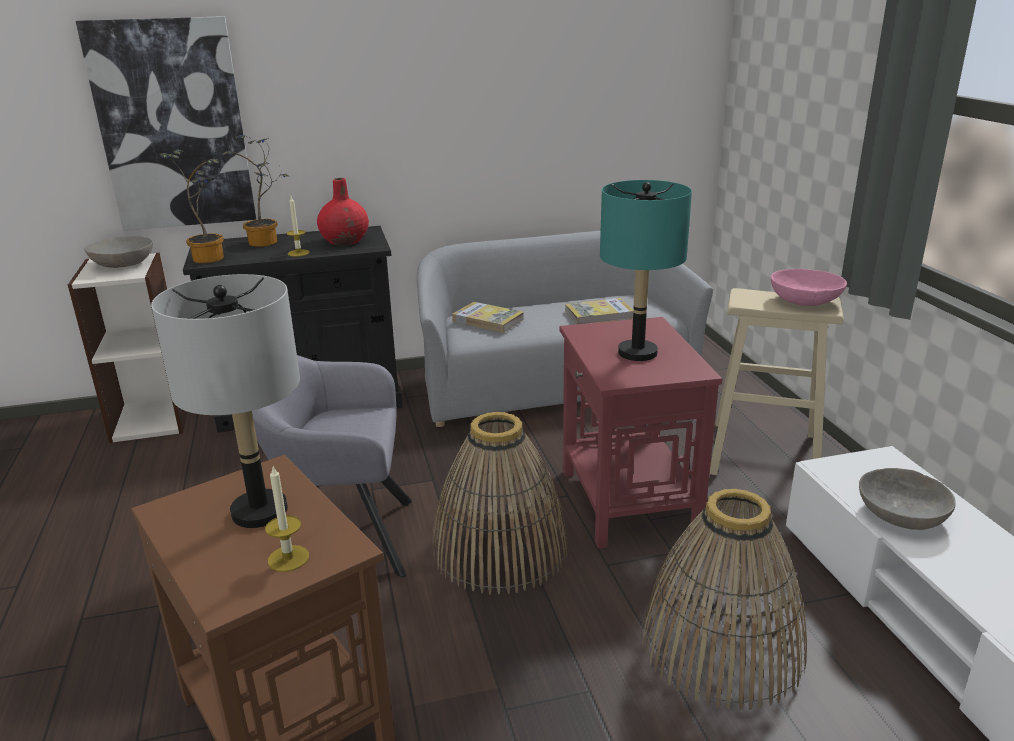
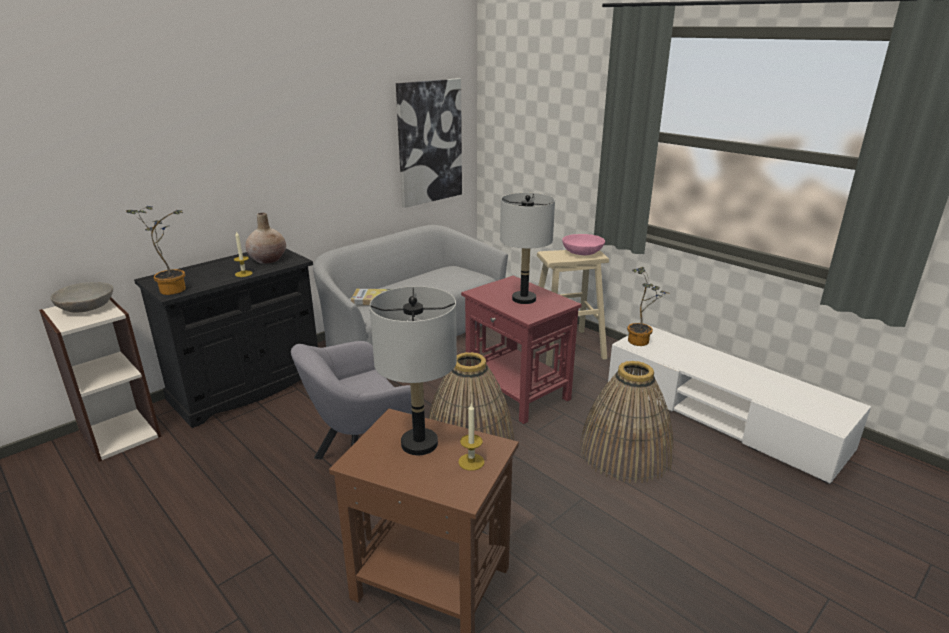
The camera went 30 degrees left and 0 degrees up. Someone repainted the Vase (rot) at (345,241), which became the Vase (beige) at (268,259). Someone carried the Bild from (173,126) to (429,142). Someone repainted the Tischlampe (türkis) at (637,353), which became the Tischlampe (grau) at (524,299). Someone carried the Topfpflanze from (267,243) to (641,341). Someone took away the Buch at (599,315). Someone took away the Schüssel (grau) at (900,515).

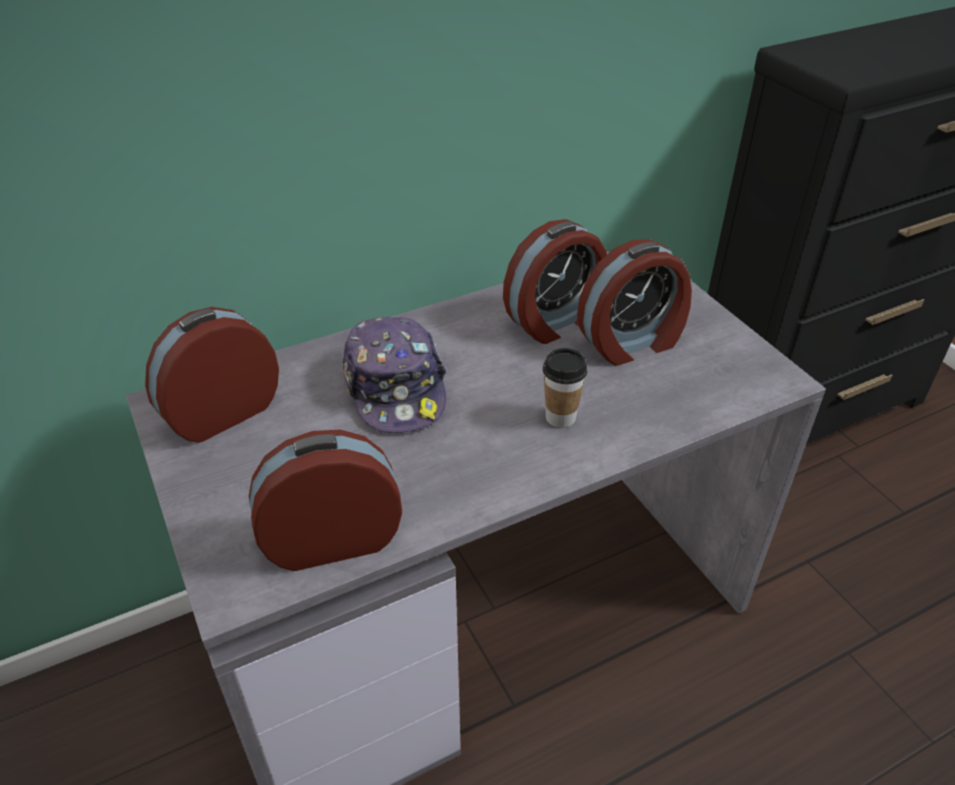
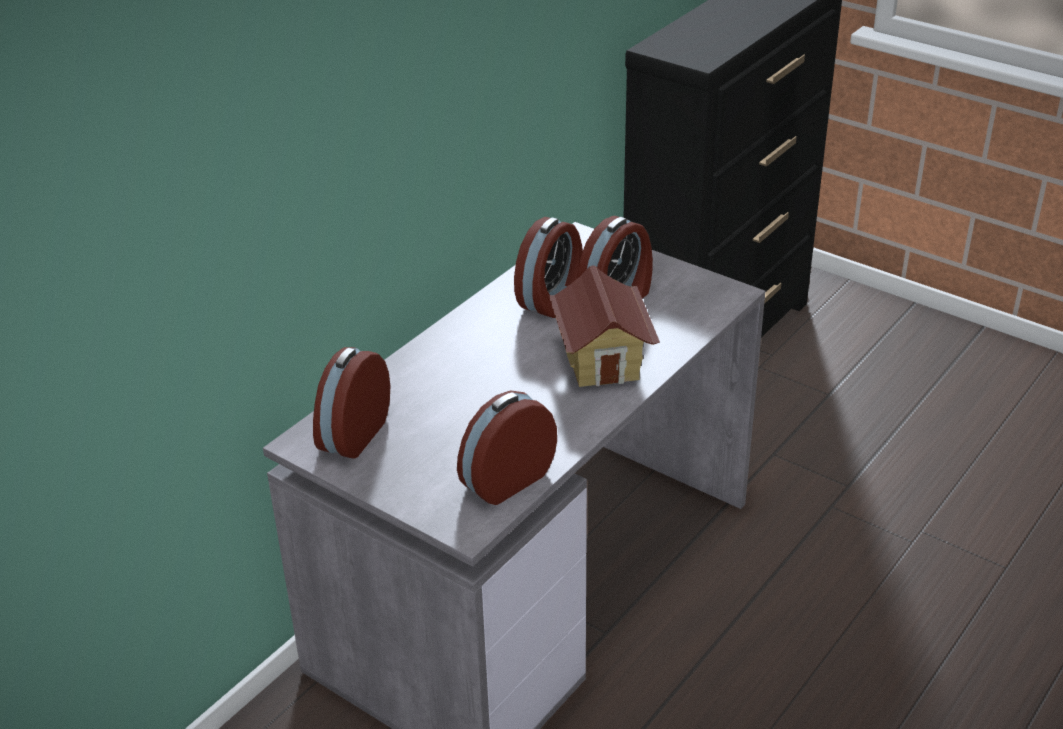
The camera went 25 degrees left and 5 degrees down. Someone swapped the Tasse at (560,417) for the Spielzeughaus at (602,362). Someone took away the Kappe at (396,388).

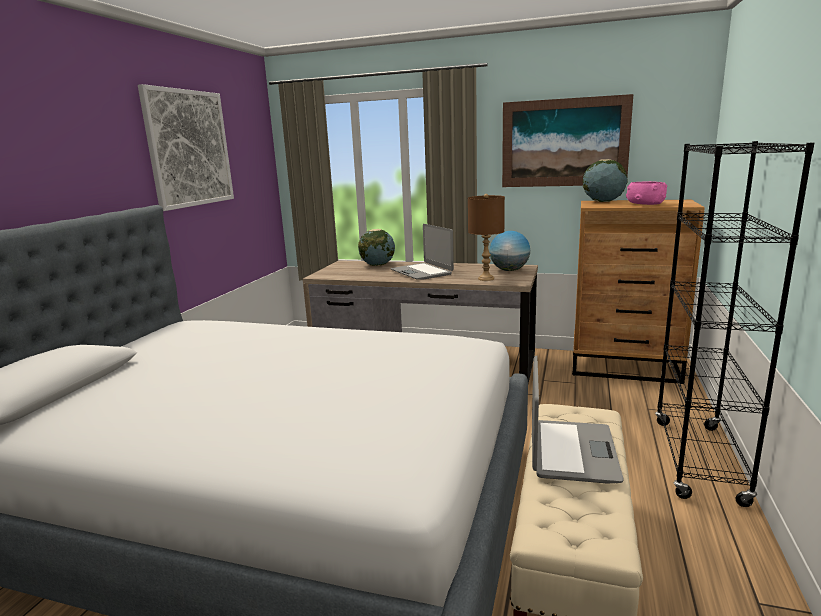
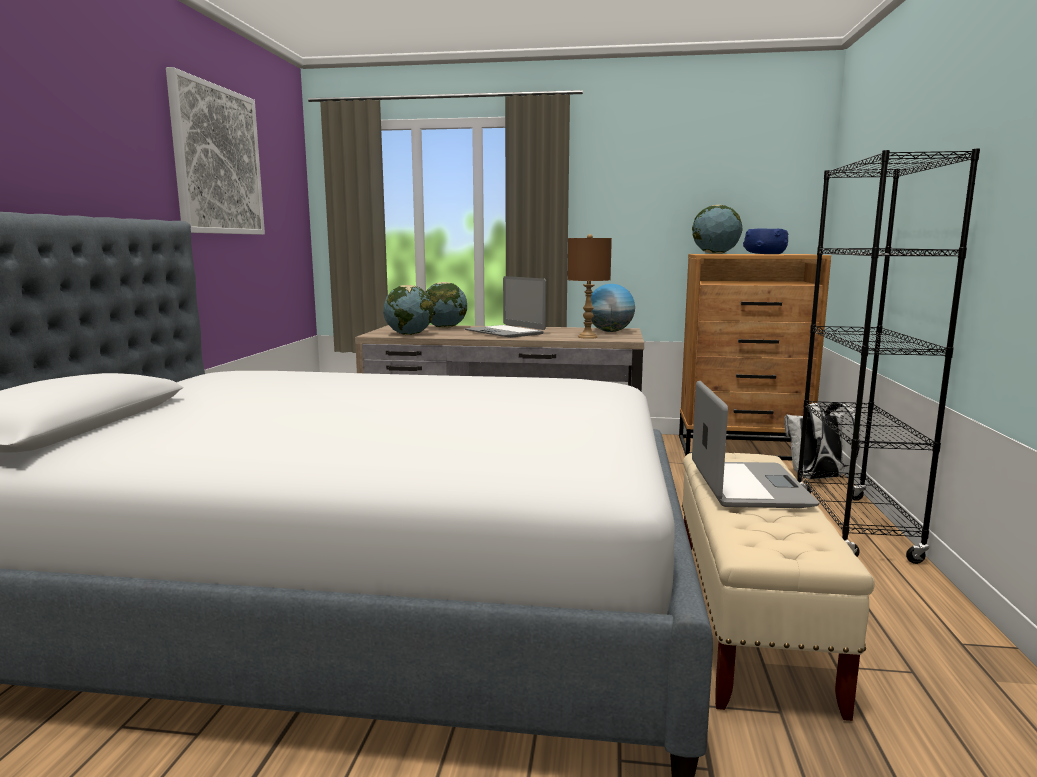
The camera went 10 degrees left and 5 degrees down. Someone put down the Globus at (409,334). Someone repainted the Schüssel (rosa) at (644,204), which became the Schüssel (blau) at (764,254). Someone put down the Rucksack (weiß) at (816,478). Someone took away the Bild at (564,143).

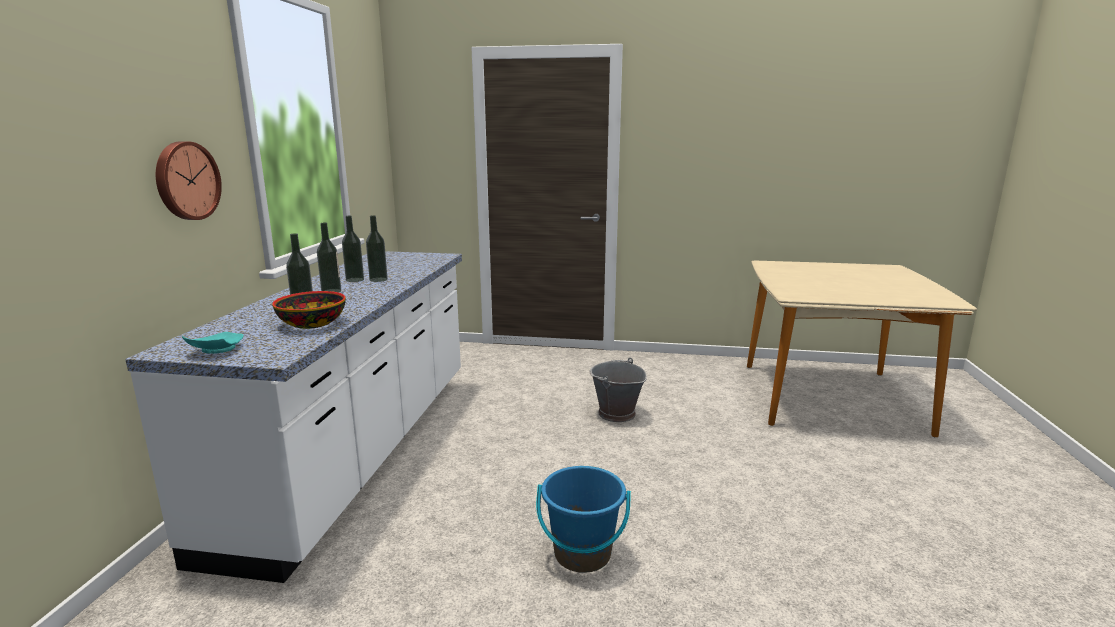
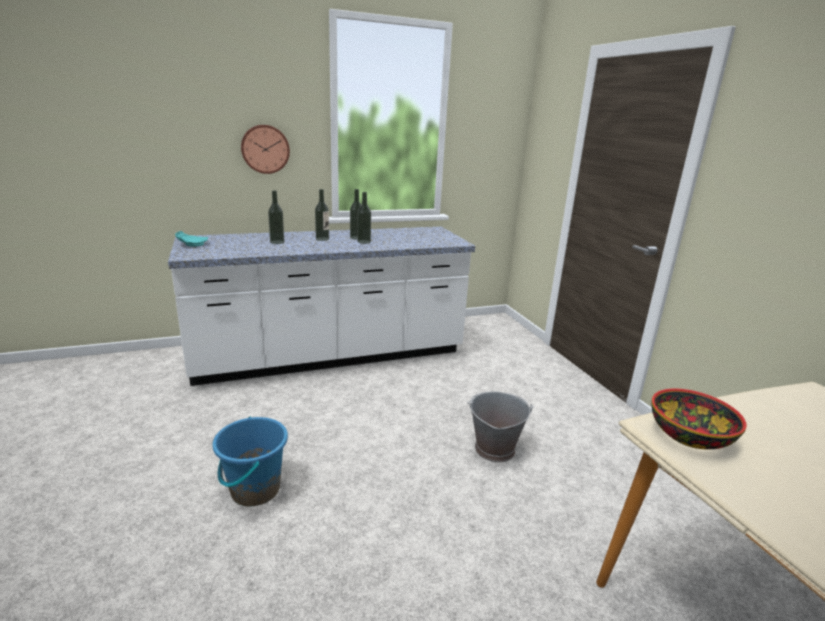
The camera went 60 degrees right and 5 degrees up. Someone carried the Schüssel from (313,323) to (690,436).

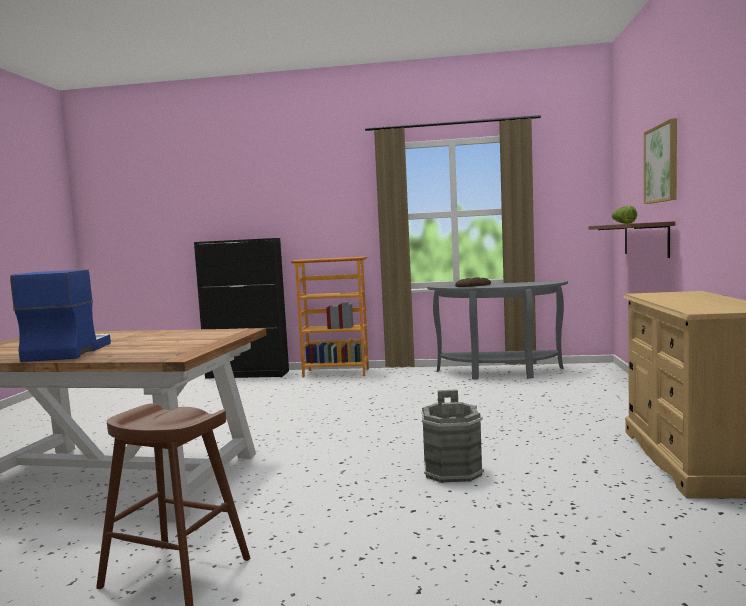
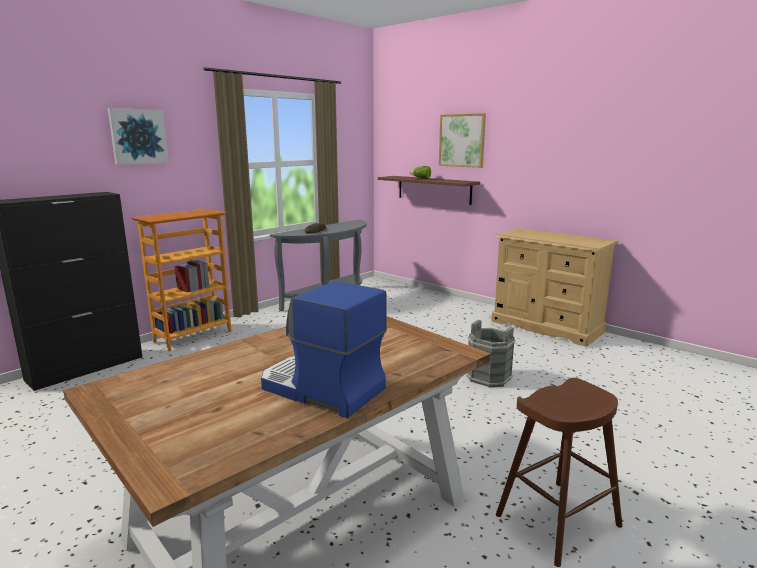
The camera went 55 degrees left and 10 degrees up. Someone put up the Bild at (138,136).

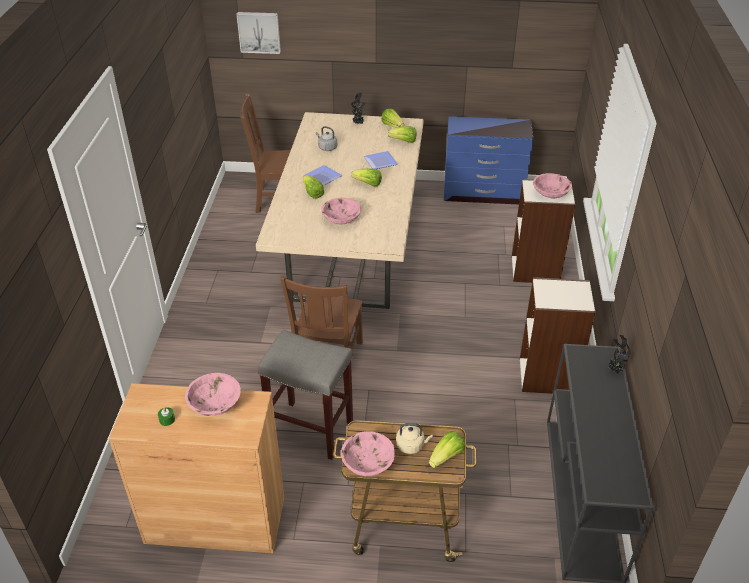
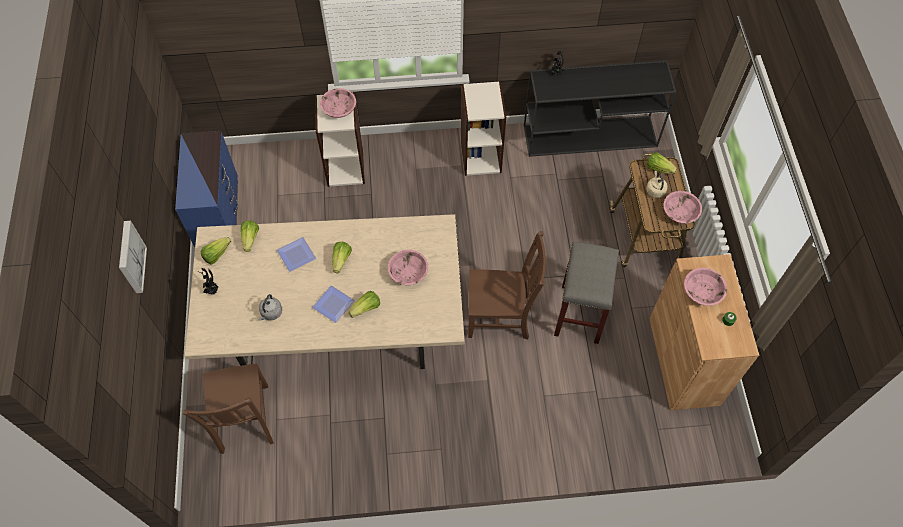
The camera went 100 degrees left and 20 degrees up. Someone carried the Bild from (259,32) to (130,257).

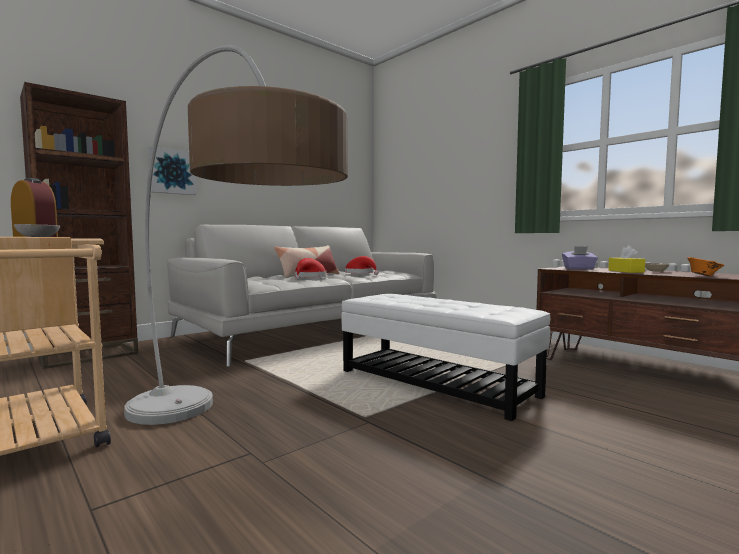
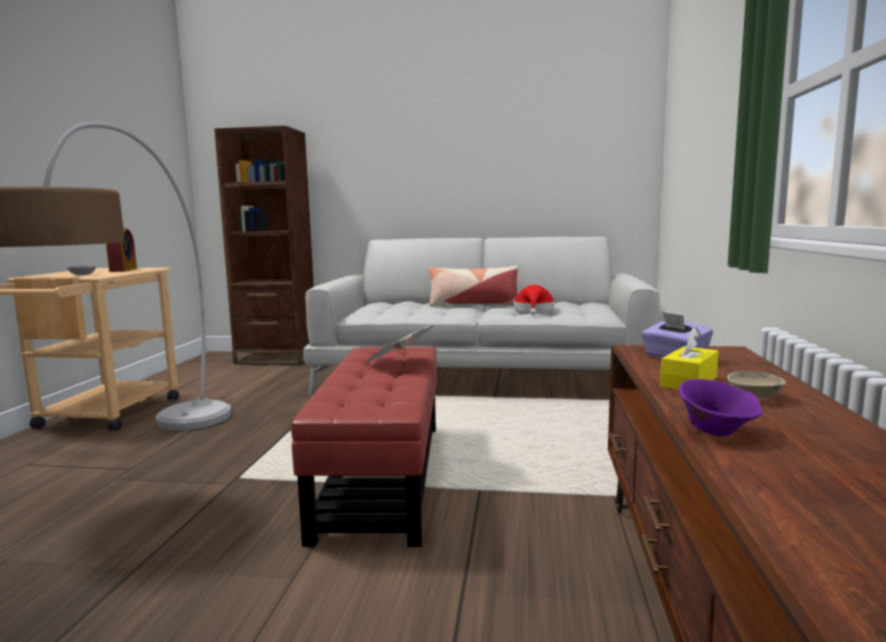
The camera went 50 degrees right and 5 degrees up. Someone repainted the Polsterhocker (weiß) at (435,383), which became the Polsterhocker (rot) at (381,476). Someone put down the Zeitung at (399,363). Someone repainted the Schüssel (orange) at (703,276), which became the Schüssel (lila) at (716,431). Someone took away the Bild at (172,171). Someone took away the Hut (rot) at (309,277).

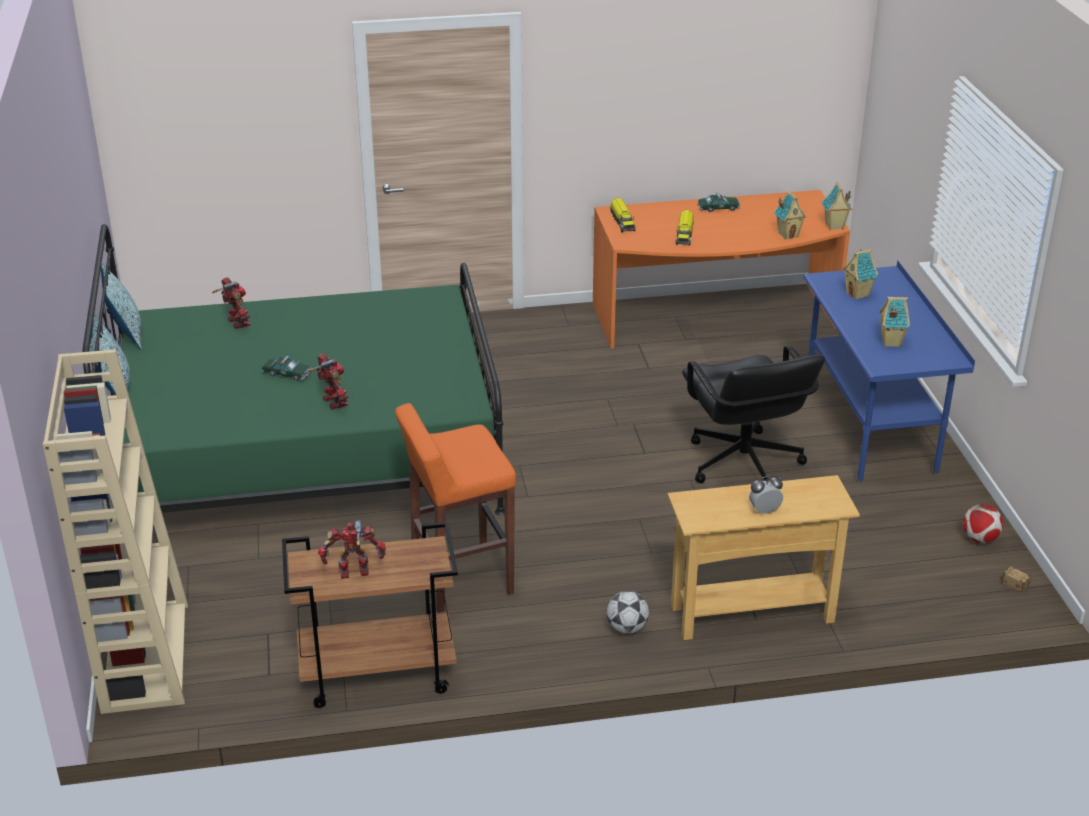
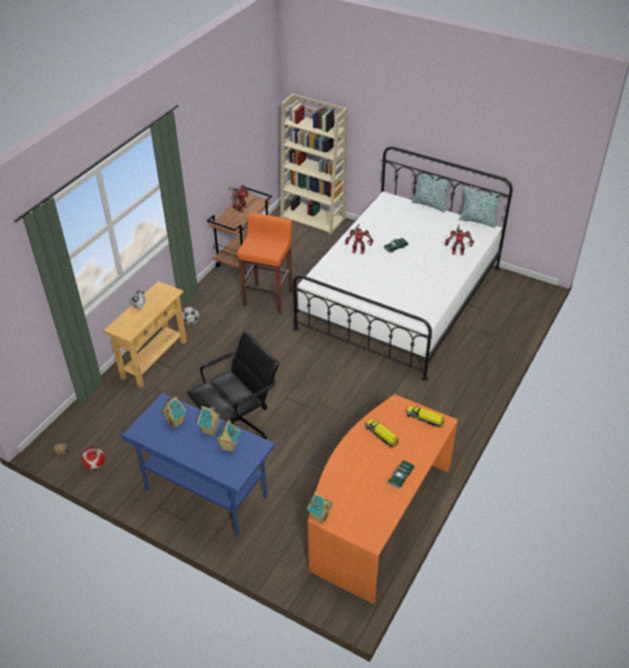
The camera went 130 degrees right and 10 degrees up. Someone rotated the Bürostuhl (schwarz) at (743,464) by 120 degrees clockwise. Someone carried the Spielzeughaus from (788,235) to (210,430). Someone repainted the Bett (grün) at (308,451), which became the Bett (weiß) at (400,298).

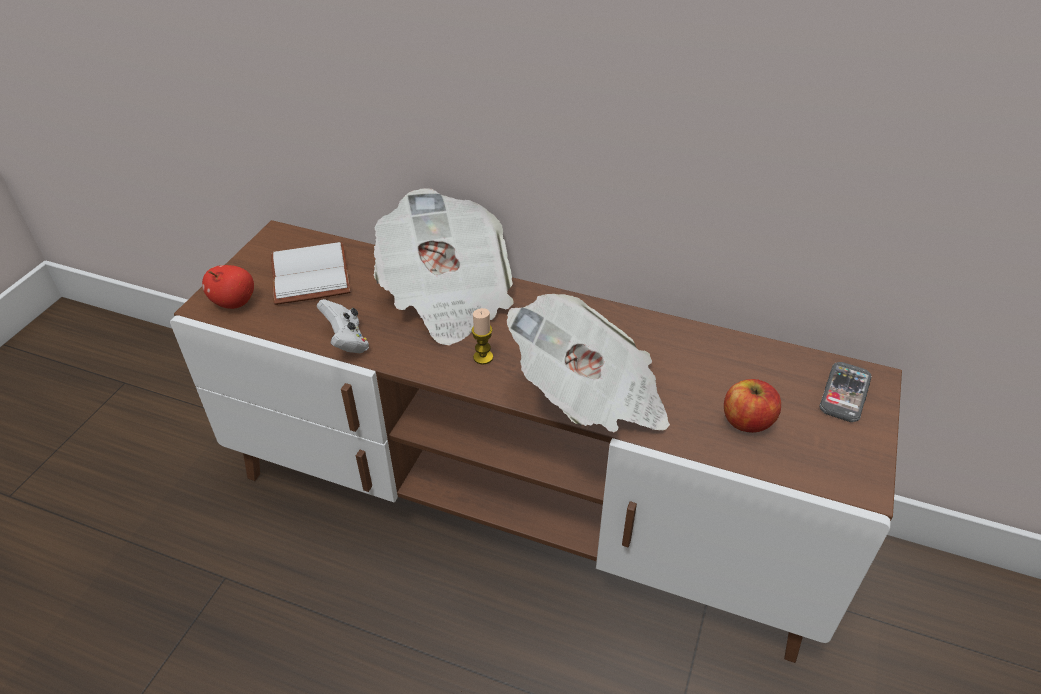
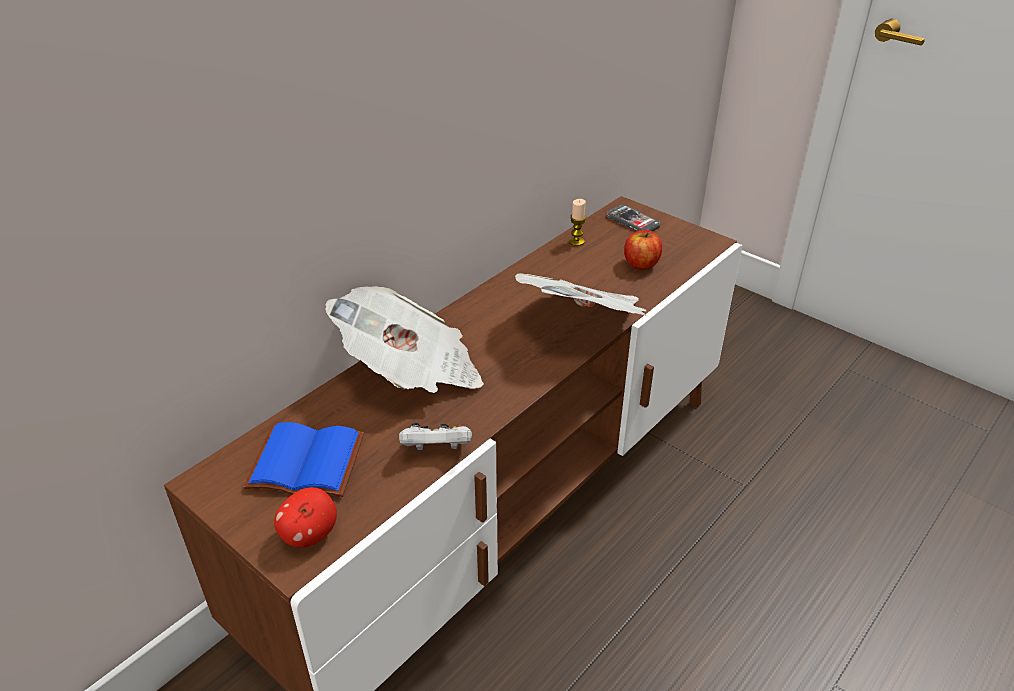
The camera went 70 degrees left and 5 degrees down. Someone repainted the Buch (weiß) at (308,275), which became the Buch (blau) at (303,465). Someone carried the Kerze from (483,357) to (576,242).

